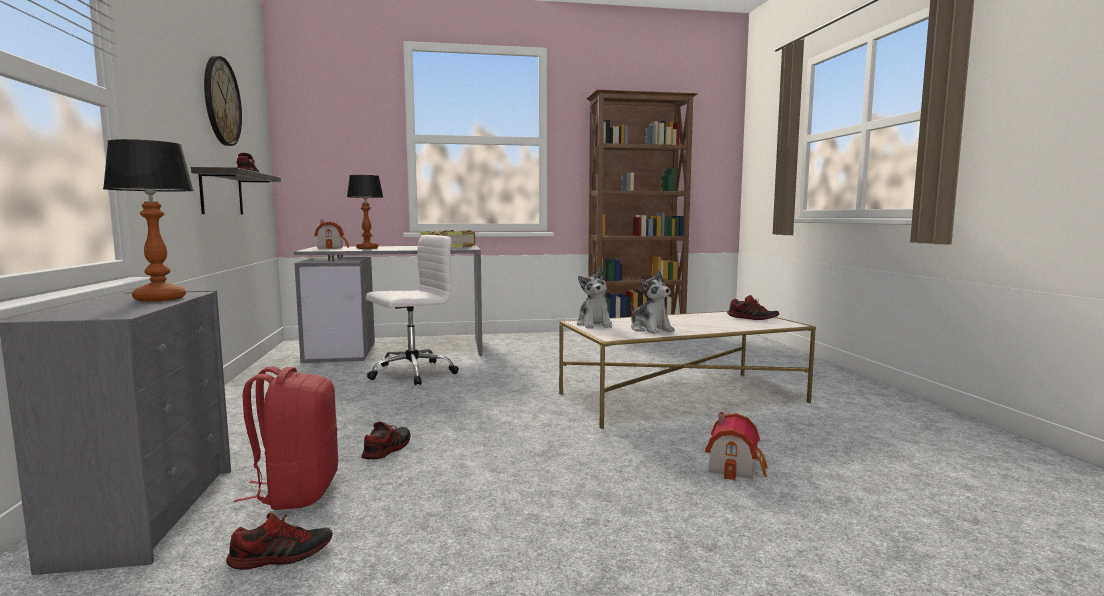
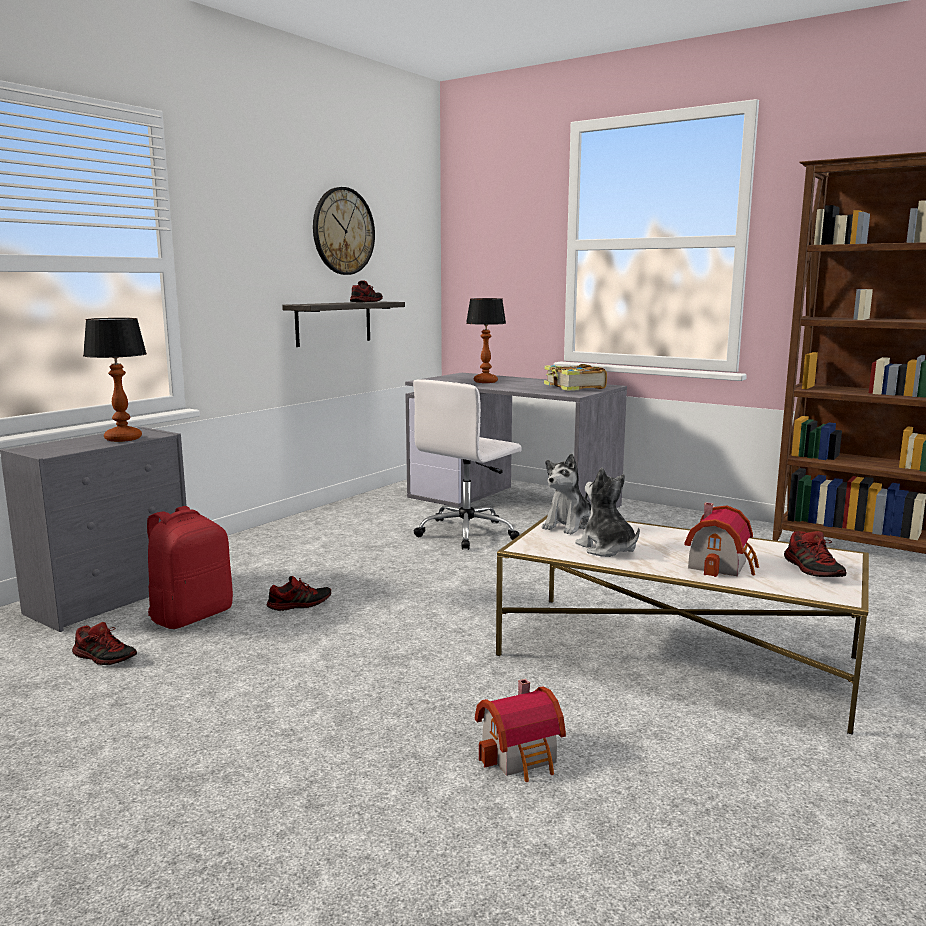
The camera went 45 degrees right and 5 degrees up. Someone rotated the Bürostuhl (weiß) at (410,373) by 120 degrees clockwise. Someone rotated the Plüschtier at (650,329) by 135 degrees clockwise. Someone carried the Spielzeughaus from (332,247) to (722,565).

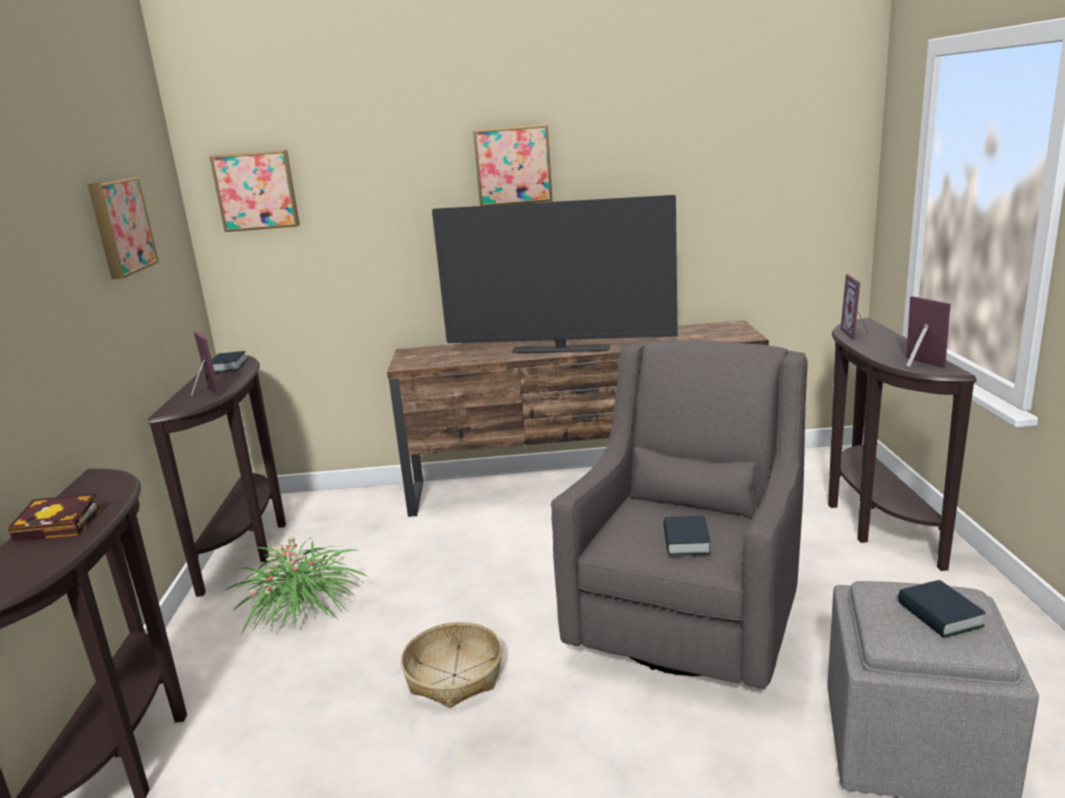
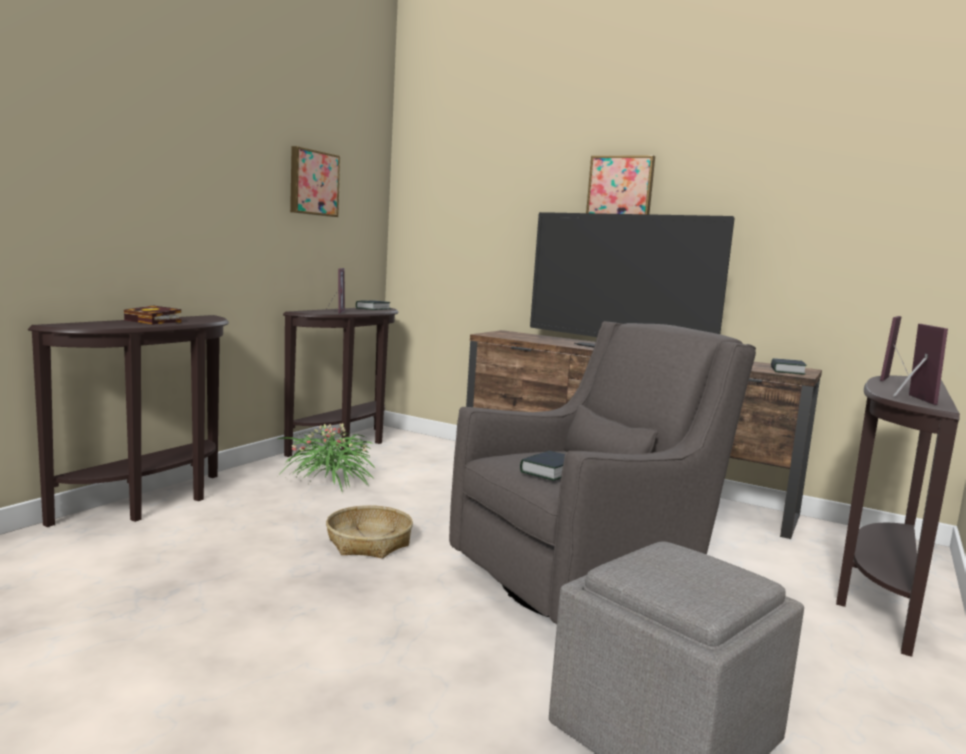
The camera went 30 degrees right and 10 degrees down. Someone carried the Buch from (939,615) to (787,371). Someone took away the Bild at (256,190).

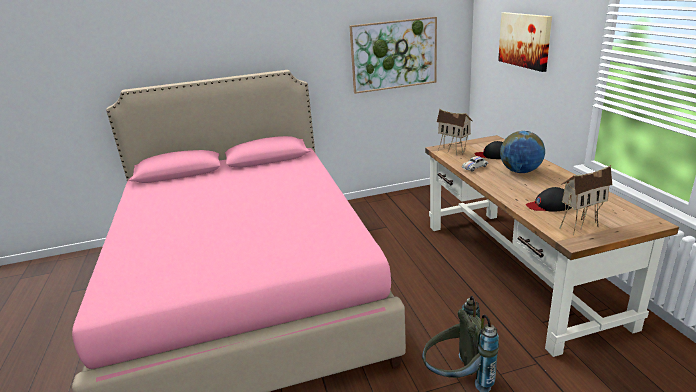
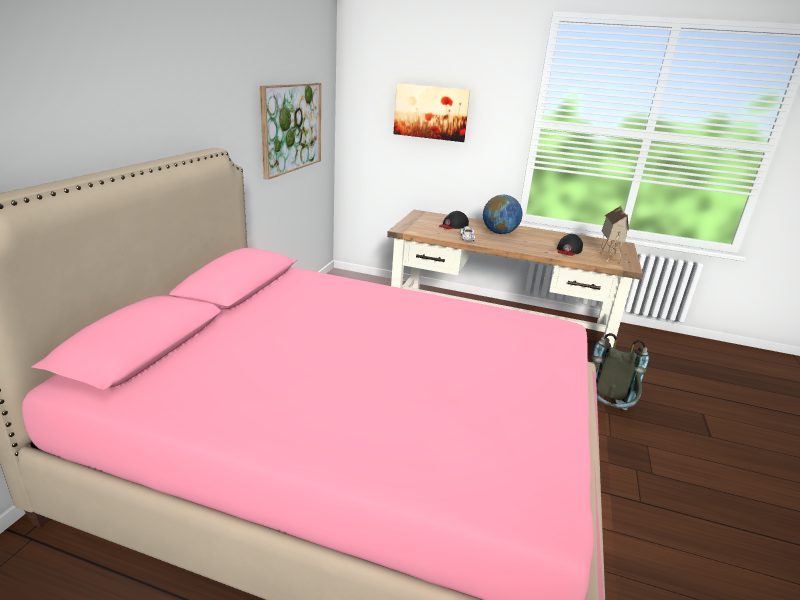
The camera went 60 degrees left and 0 degrees up. Someone took away the Spielzeughaus at (453,151).

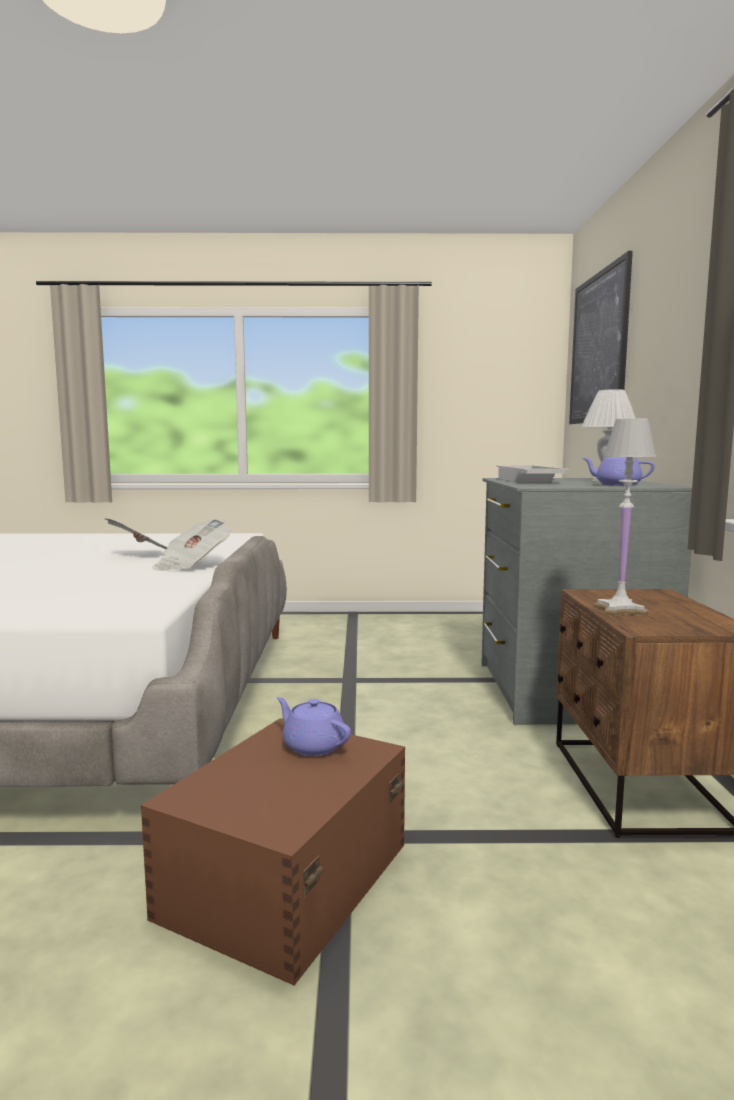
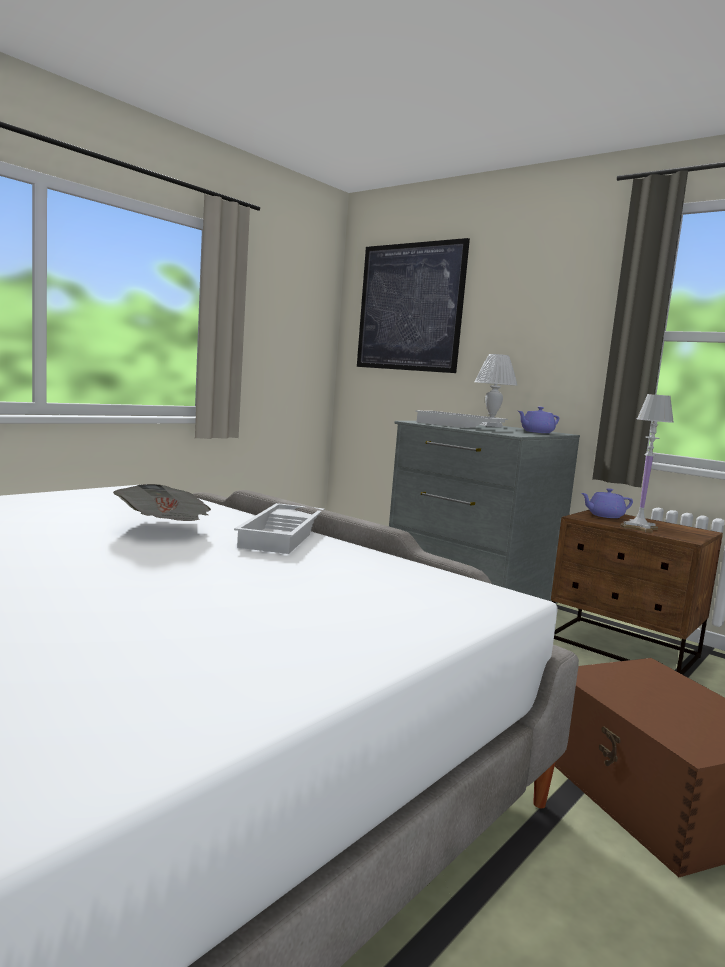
The camera went 50 degrees left and 0 degrees up. Someone swapped the Zeitung at (192,565) for the Tablett (weiß) at (284,535). Someone carried the Teekanne (lila) from (312,746) to (604,516).

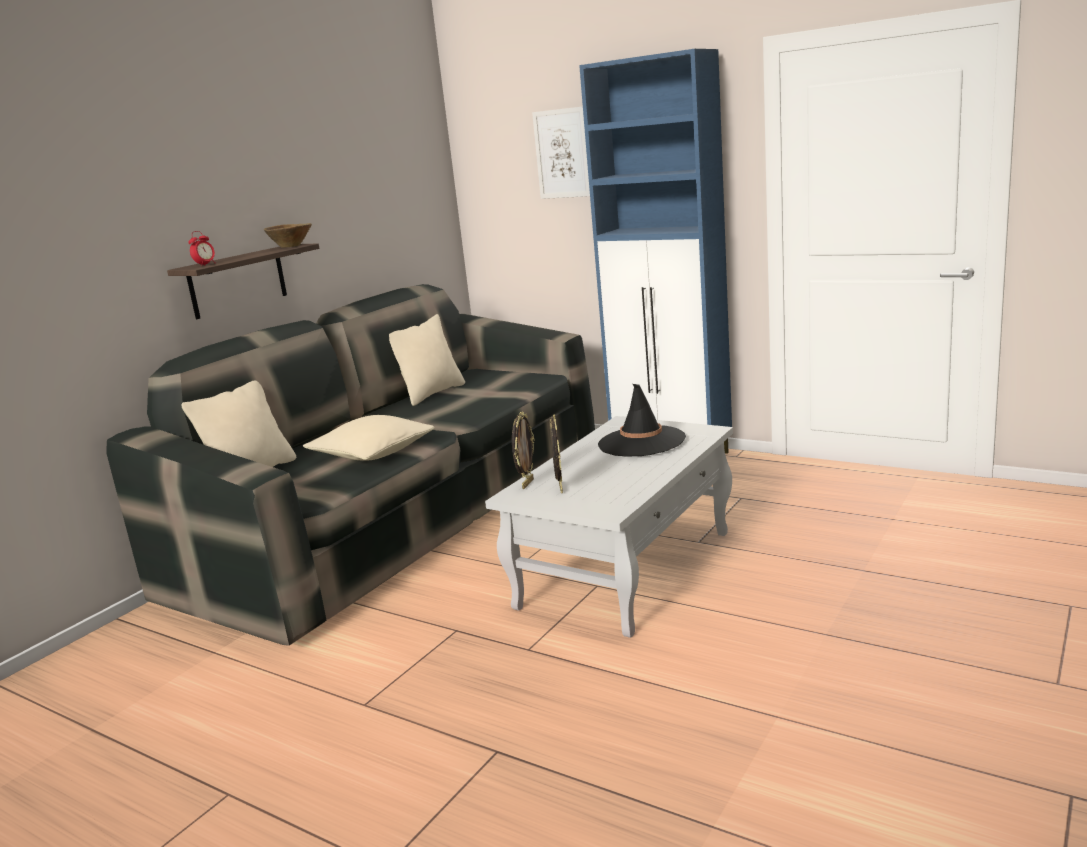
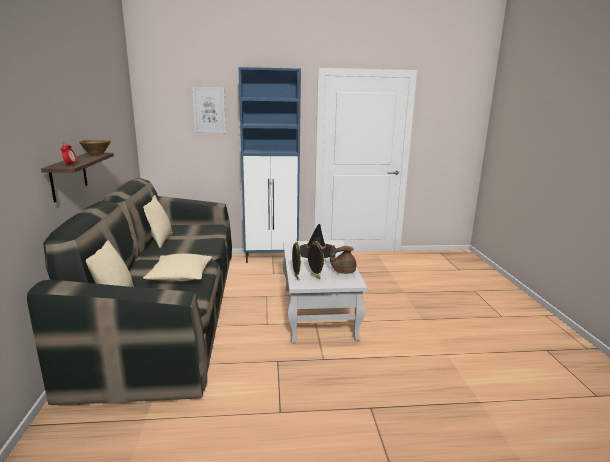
The camera went 40 degrees left and 0 degrees up. Someone put down the Teekanne (braun) at (343,271).

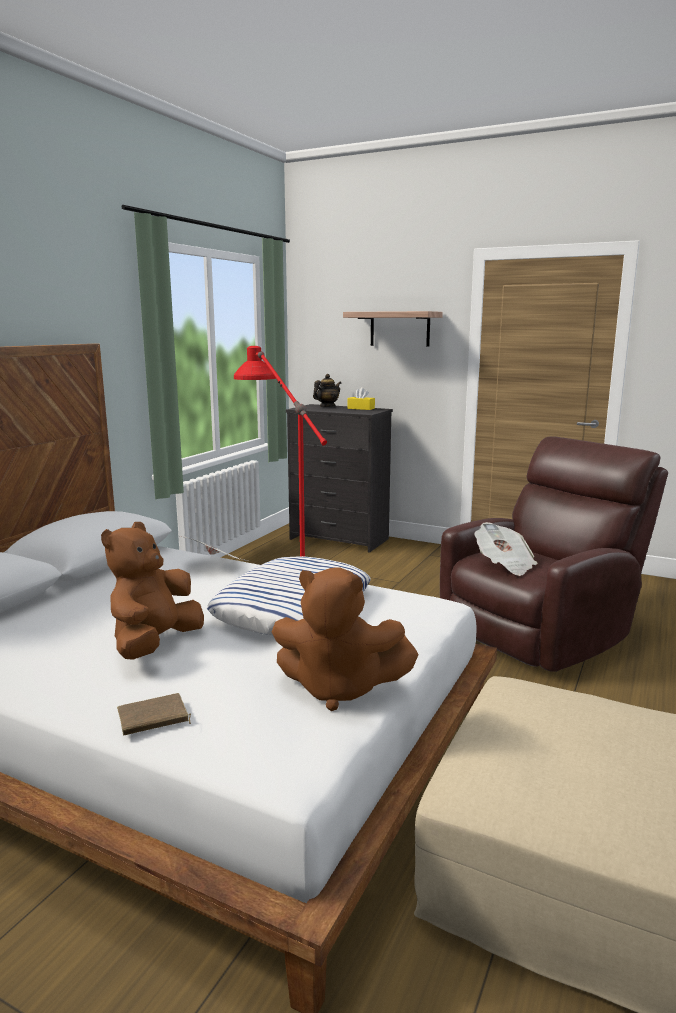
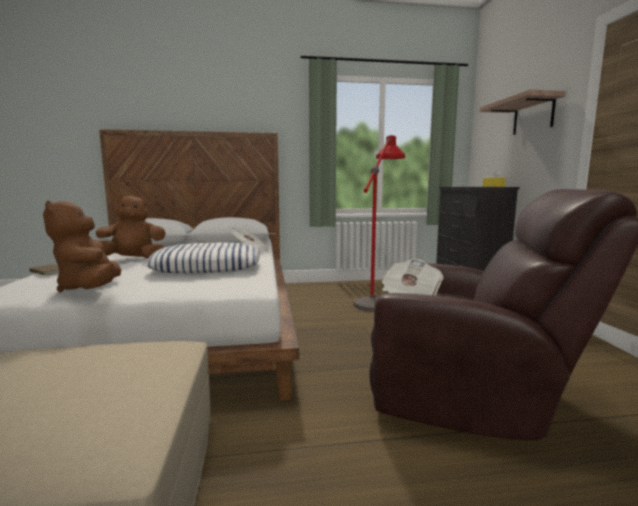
The camera went 55 degrees right and 5 degrees down. Someone took away the Teekanne at (327,406).

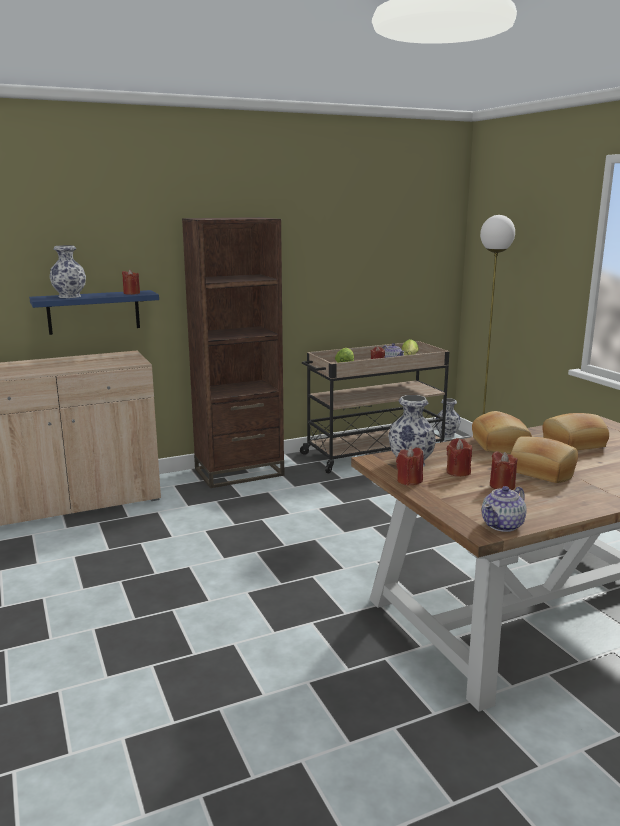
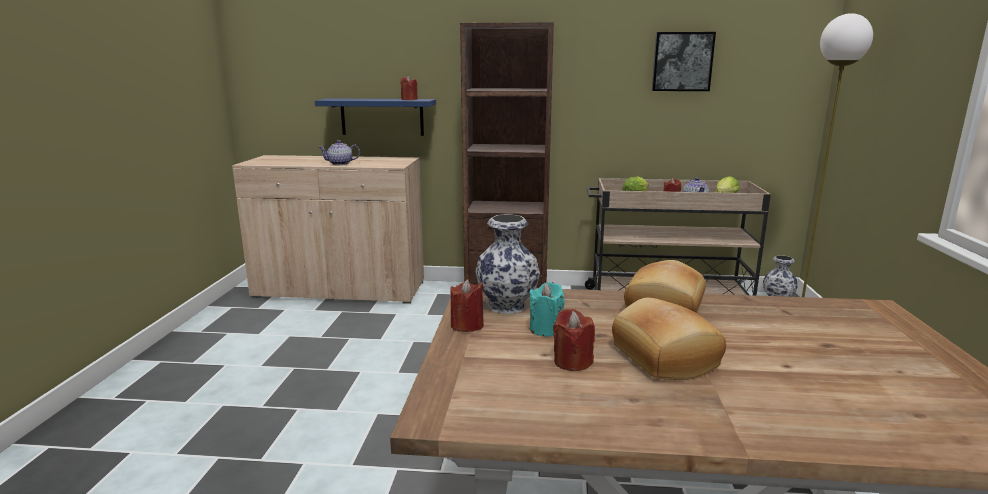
The camera went 30 degrees right and 0 degrees up. Someone carried the Teekanne from (503,525) to (340,164). Someone repainted the Kerze (rot) at (458,472), which became the Kerze (türkis) at (546,329). Someone put up the Bild at (682,61). Someone took away the Vase at (70,296). Someone took away the Brot at (574,444).

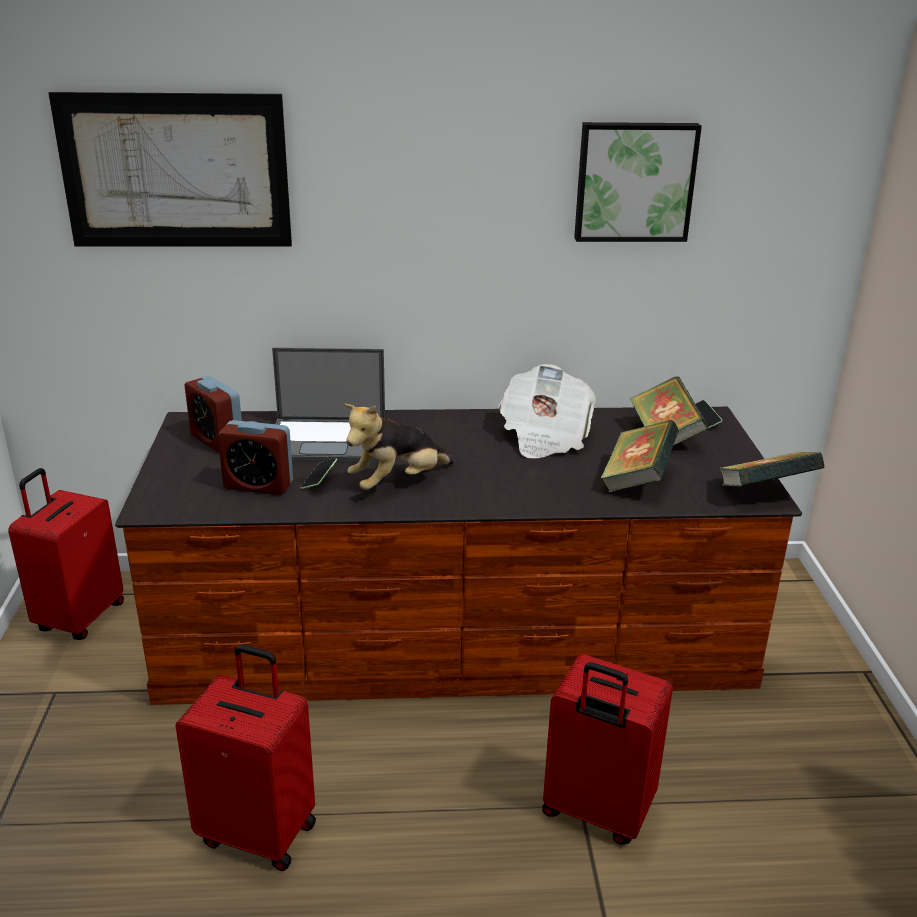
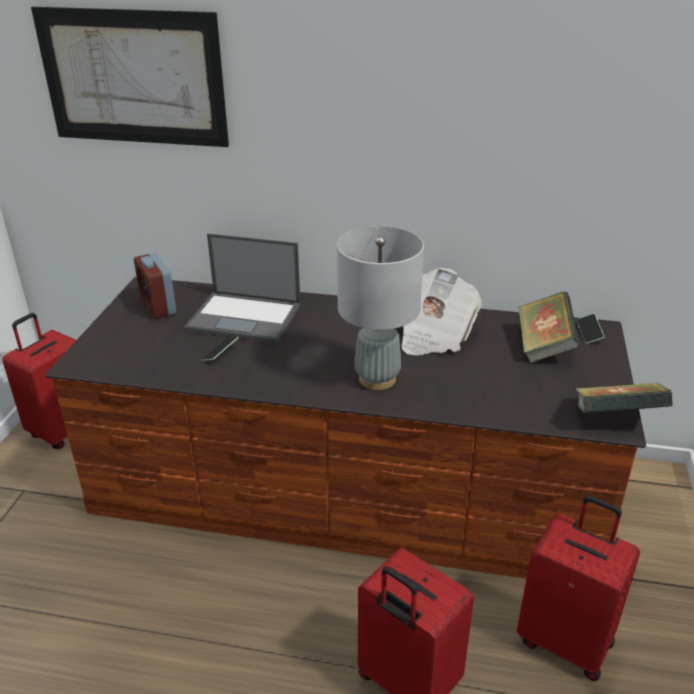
The camera went 15 degrees right and 5 degrees up. Someone put down the Tischlampe (grau) at (377,379). Someone carried the Koffer (rot) from (259,831) to (566,641). Someone took away the Wecker at (258,485). Someone took away the Plüschtier at (397,482). Someone took away the Bild at (634,181). Someone took away the Buch at (637,480).

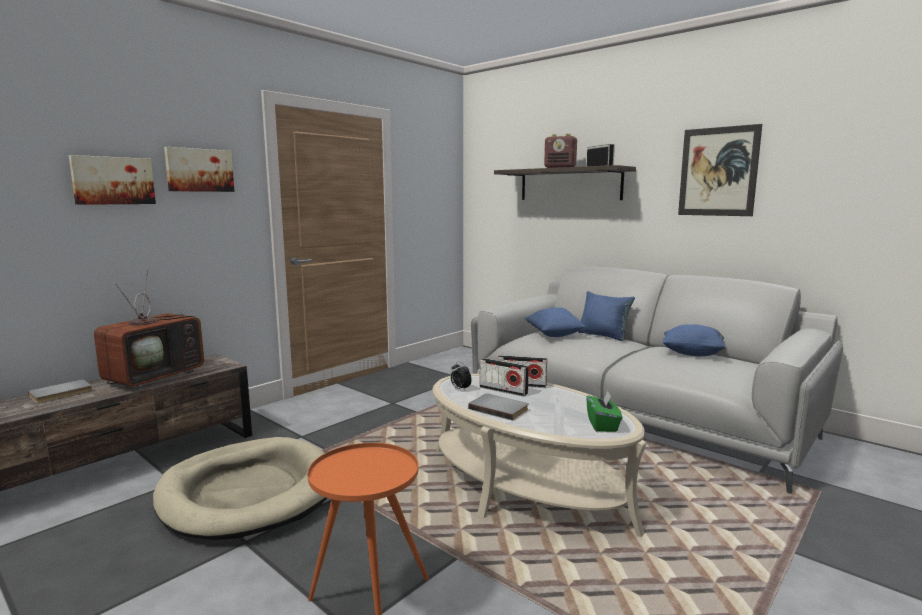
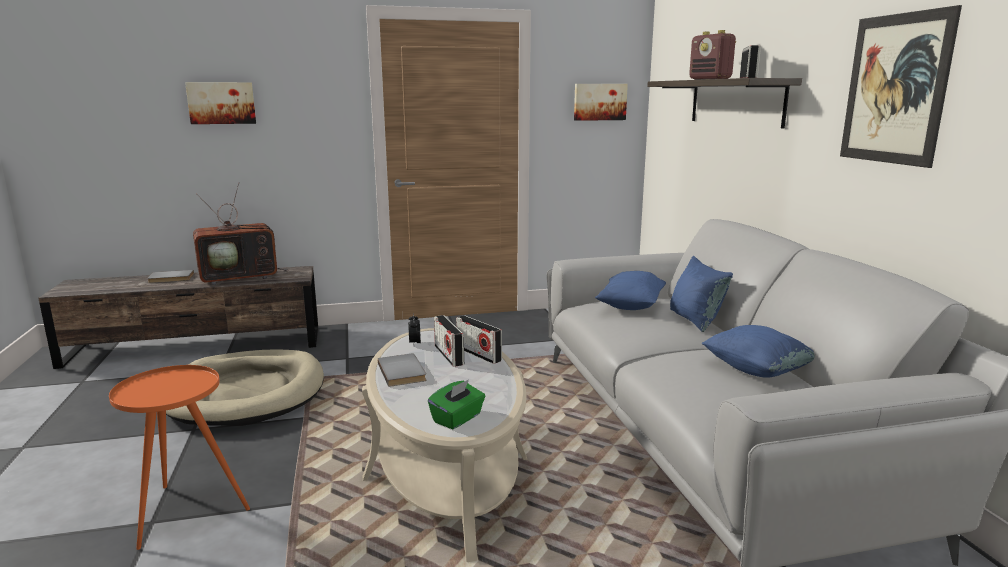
The camera went 35 degrees right and 5 degrees up. Someone carried the Bild from (199,170) to (599,102).

